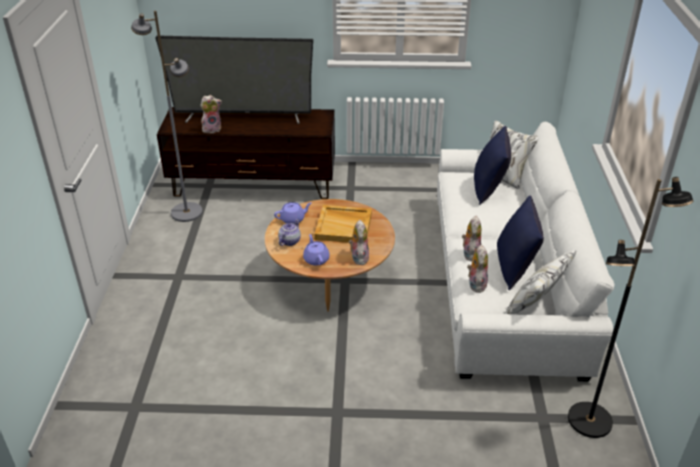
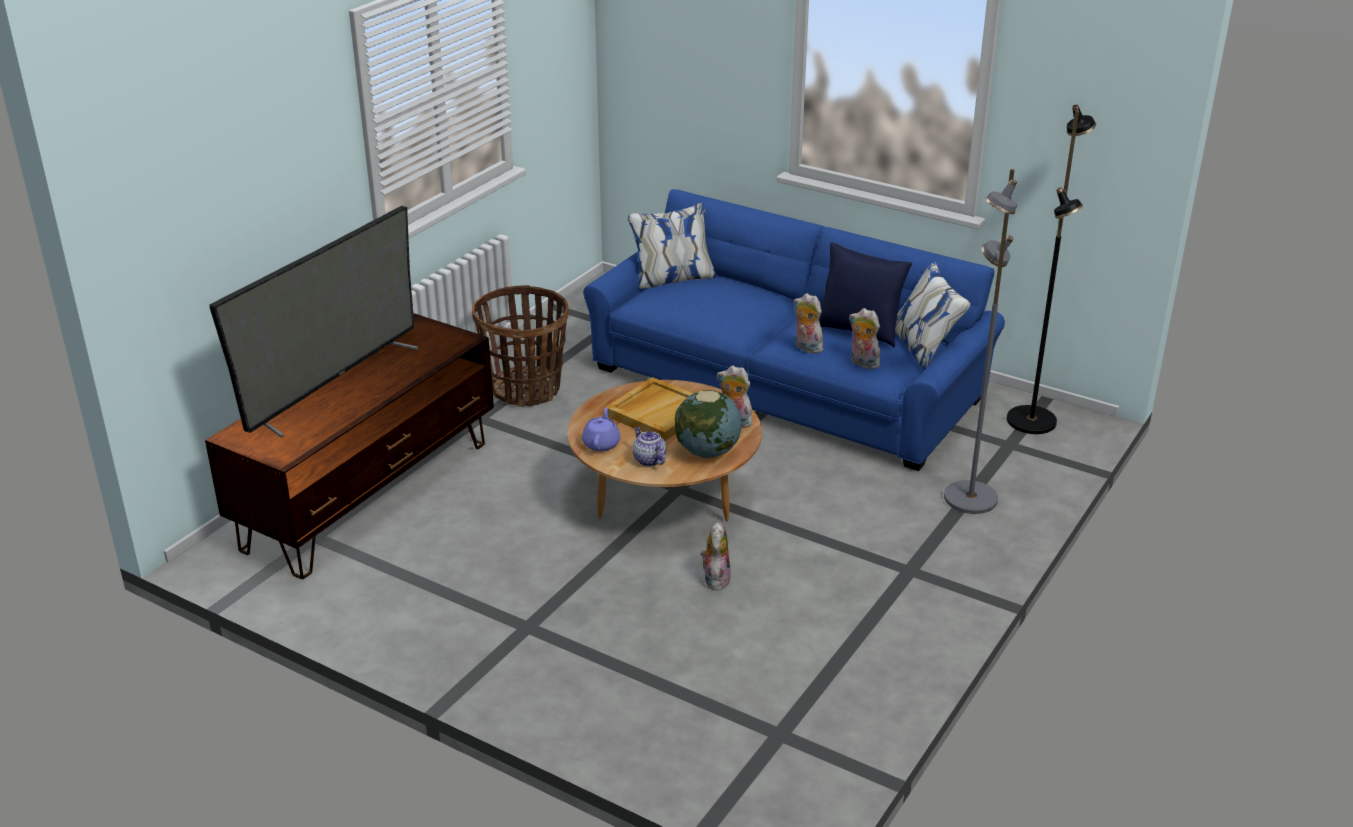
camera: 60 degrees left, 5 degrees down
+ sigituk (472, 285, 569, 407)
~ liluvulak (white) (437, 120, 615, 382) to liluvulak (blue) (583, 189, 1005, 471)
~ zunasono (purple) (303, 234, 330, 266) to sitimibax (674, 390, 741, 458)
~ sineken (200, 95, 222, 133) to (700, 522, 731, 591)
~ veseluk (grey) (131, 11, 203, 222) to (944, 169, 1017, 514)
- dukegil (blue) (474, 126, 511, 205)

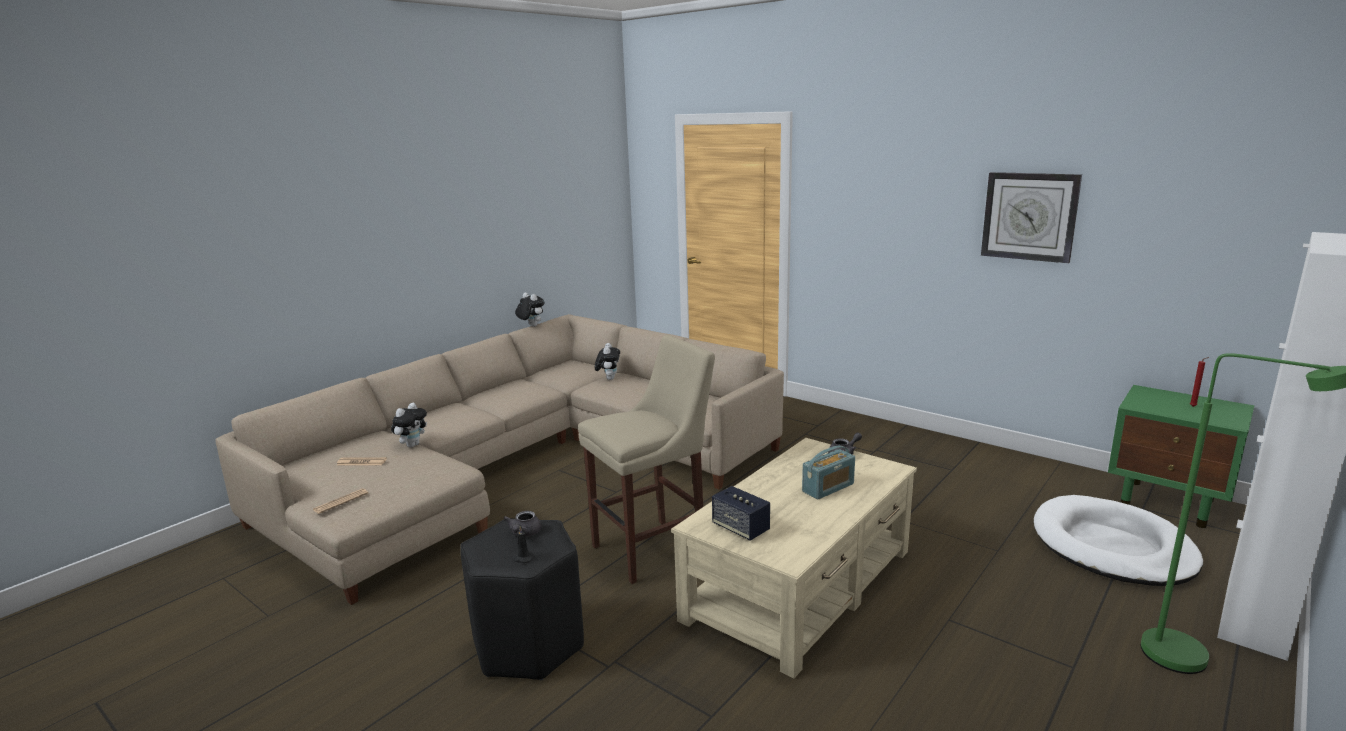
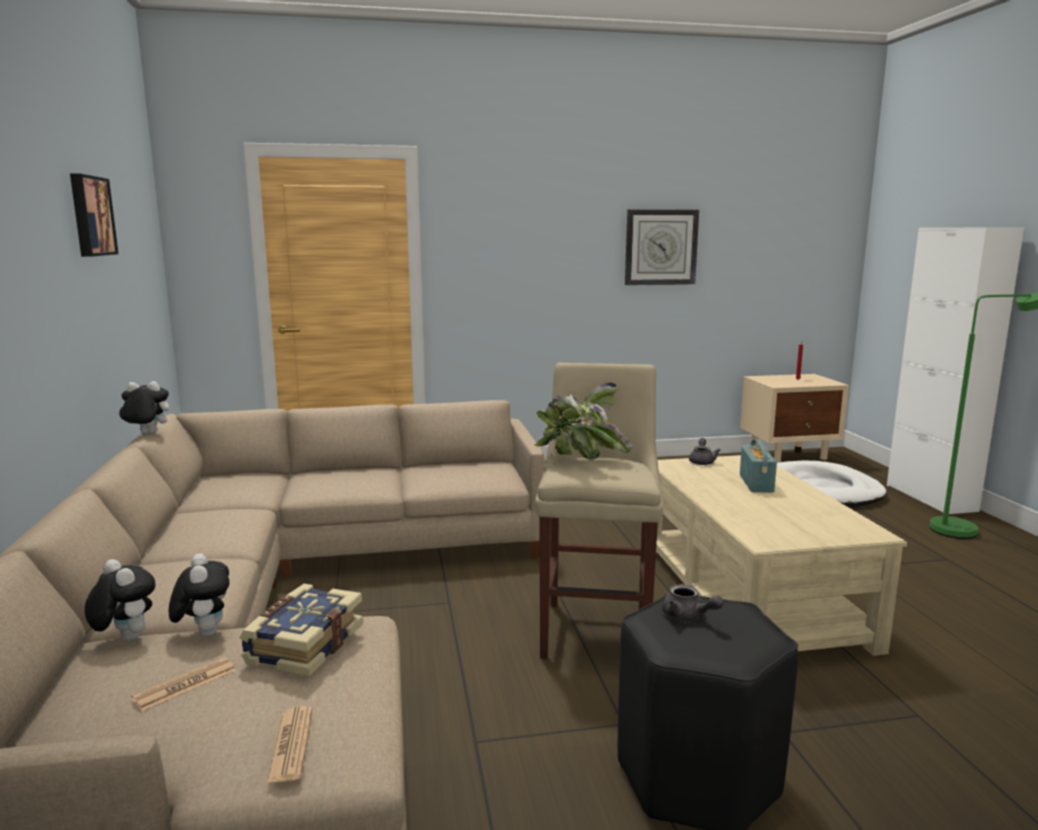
camera: 50 degrees left, 5 degrees down
+ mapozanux (70, 173, 119, 257)
~ sineken (595, 343, 620, 380) to (85, 559, 155, 641)
+ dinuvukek (240, 584, 363, 677)
+ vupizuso (535, 382, 632, 459)
~ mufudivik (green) (1108, 385, 1254, 528) to mufudivik (beige) (740, 374, 849, 463)
- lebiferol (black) (512, 526, 535, 563)
- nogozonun (712, 486, 770, 541)

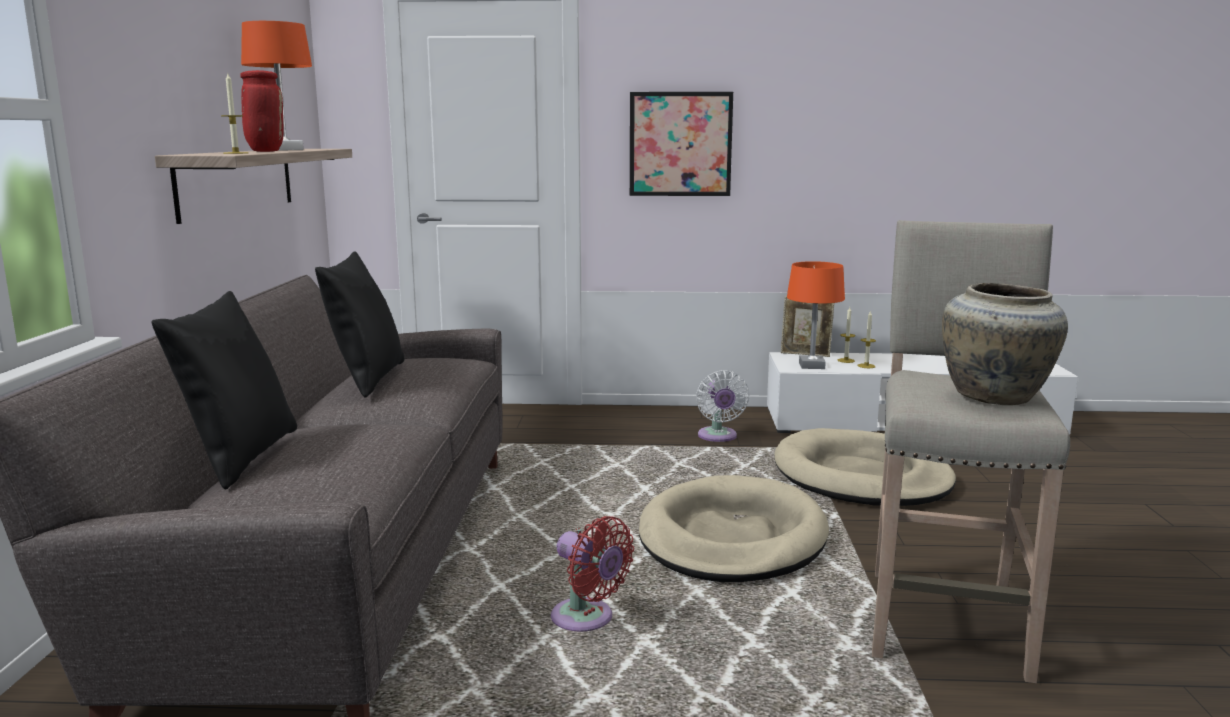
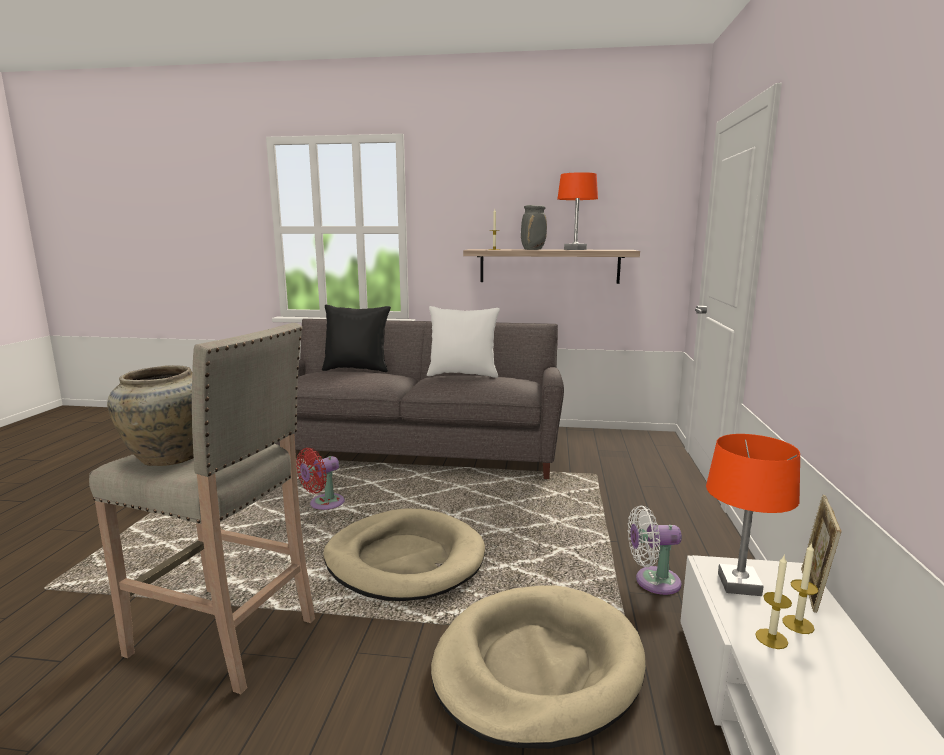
camera: 95 degrees right, 0 degrees up
~ dukegil (black) (315, 251, 404, 398) to dukegil (white) (427, 306, 500, 378)
~ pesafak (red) (240, 70, 283, 152) to pesafak (grey) (521, 205, 547, 250)
- mapozanux (630, 92, 733, 196)

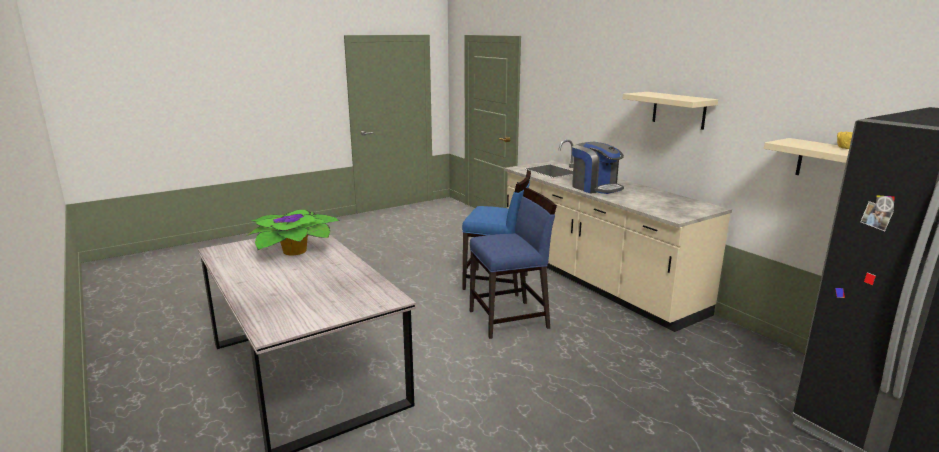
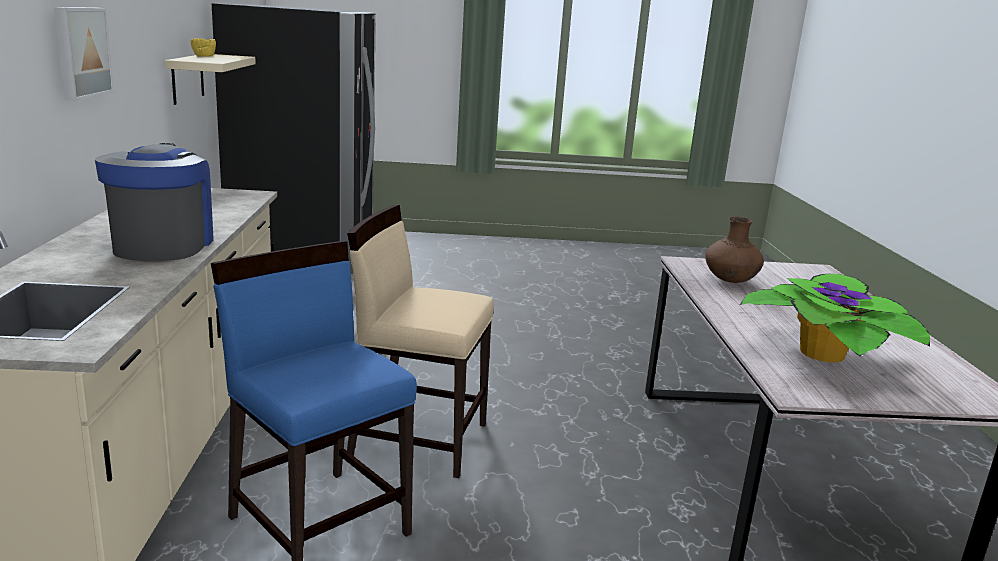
camera: 150 degrees left, 0 degrees up
~ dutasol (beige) (623, 92, 718, 130) to mapozanux (54, 7, 114, 101)
~ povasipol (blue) (470, 188, 557, 339) to povasipol (beige) (347, 205, 494, 478)
+ pesafak (brown) (705, 216, 764, 283)

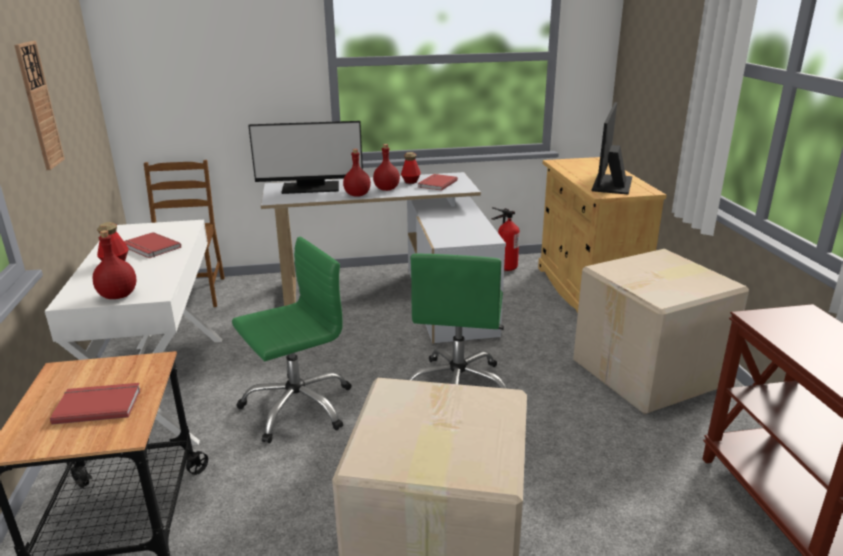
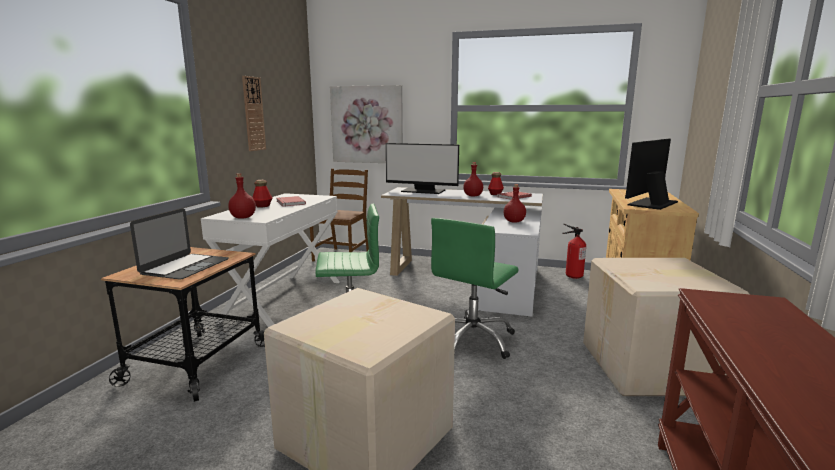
camera: 25 degrees right, 10 degrees down
~ dinuvukek (red) (50, 383, 141, 424) to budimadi (130, 209, 229, 280)
+ mapozanux (330, 85, 403, 163)
~ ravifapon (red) (343, 149, 371, 197) to (504, 184, 526, 223)

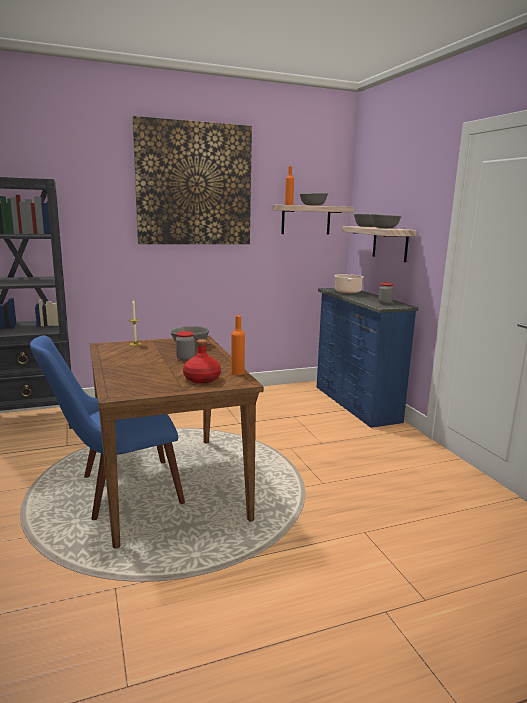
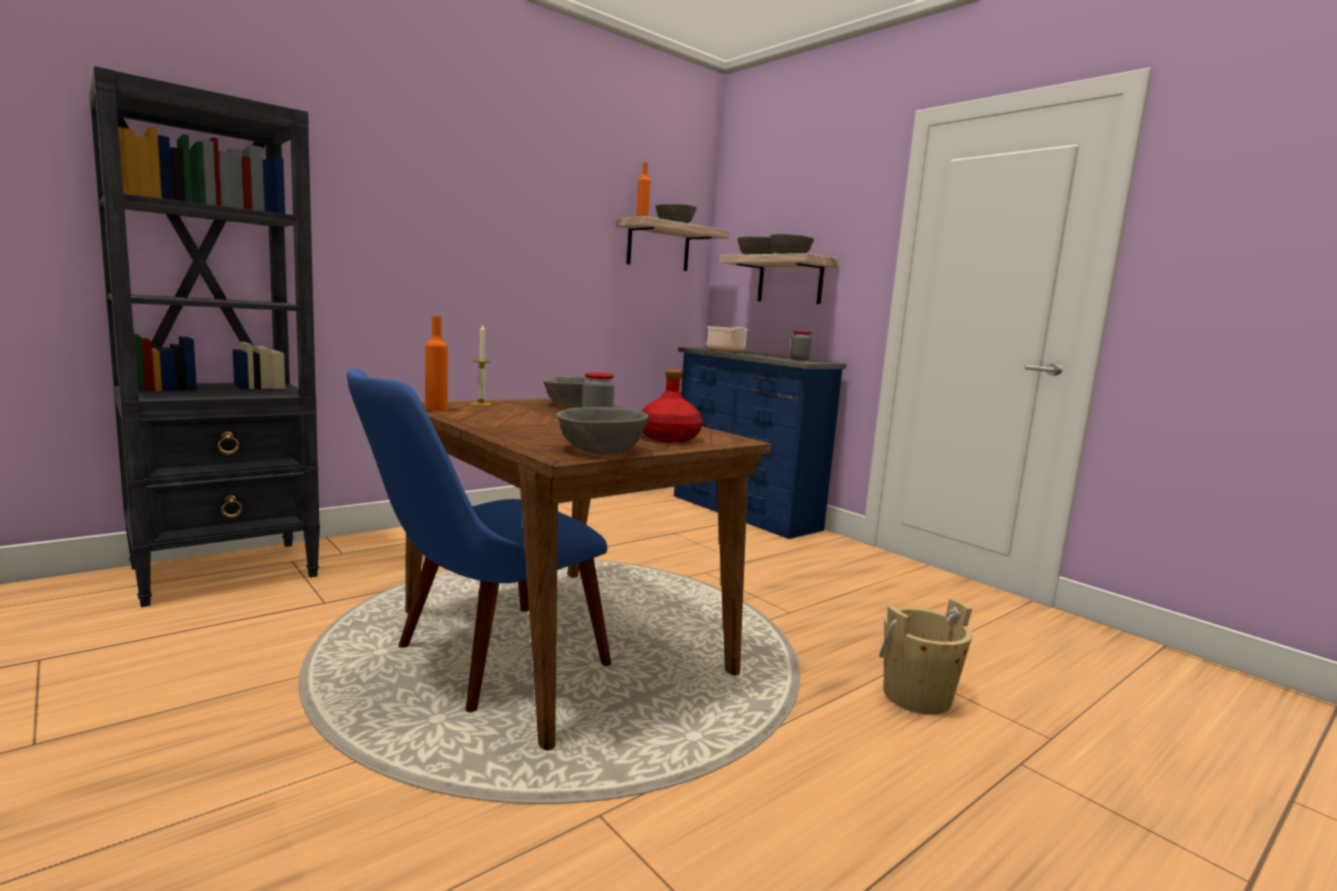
camera: 20 degrees left, 5 degrees down
~ ravifapon (orange) (231, 315, 245, 375) to (425, 316, 448, 411)
+ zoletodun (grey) (557, 407, 648, 454)
+ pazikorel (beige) (879, 598, 973, 715)
- mapozanux (133, 116, 252, 244)

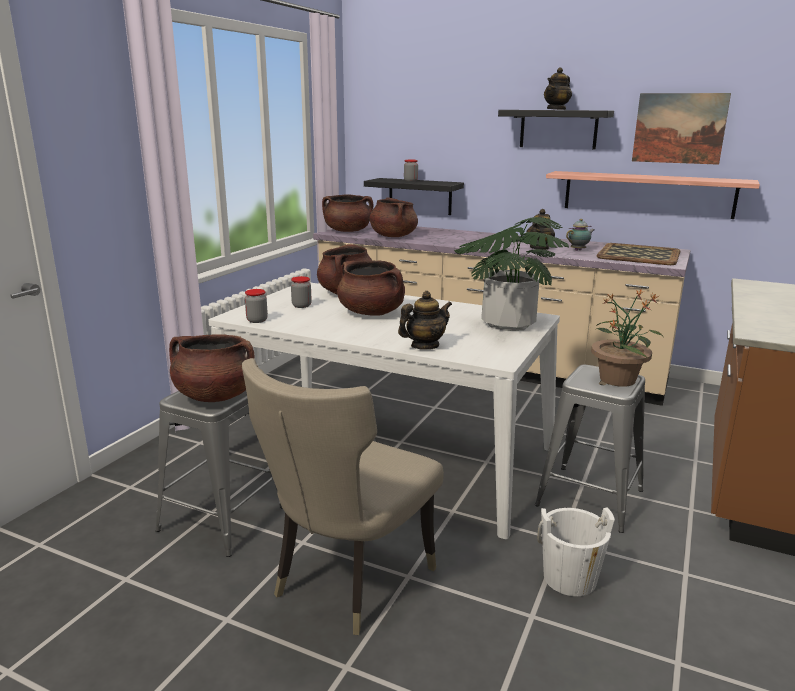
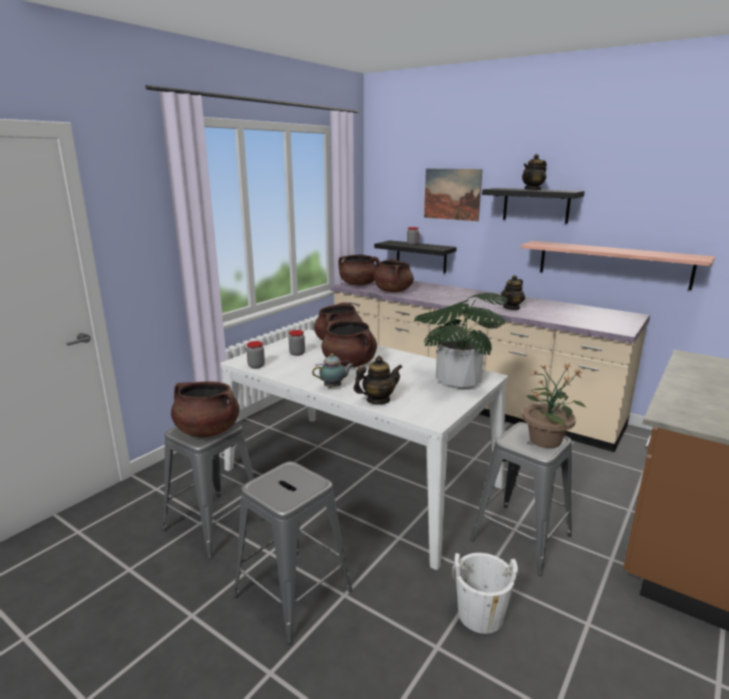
camera: 10 degrees right, 0 degrees up
~ povasipol (beige) (242, 358, 444, 635) to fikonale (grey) (234, 461, 353, 644)
~ zunasono (566, 219, 594, 251) to (312, 353, 354, 388)
~ mapozanux (632, 93, 731, 165) to (424, 169, 482, 221)
- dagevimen (596, 243, 681, 265)

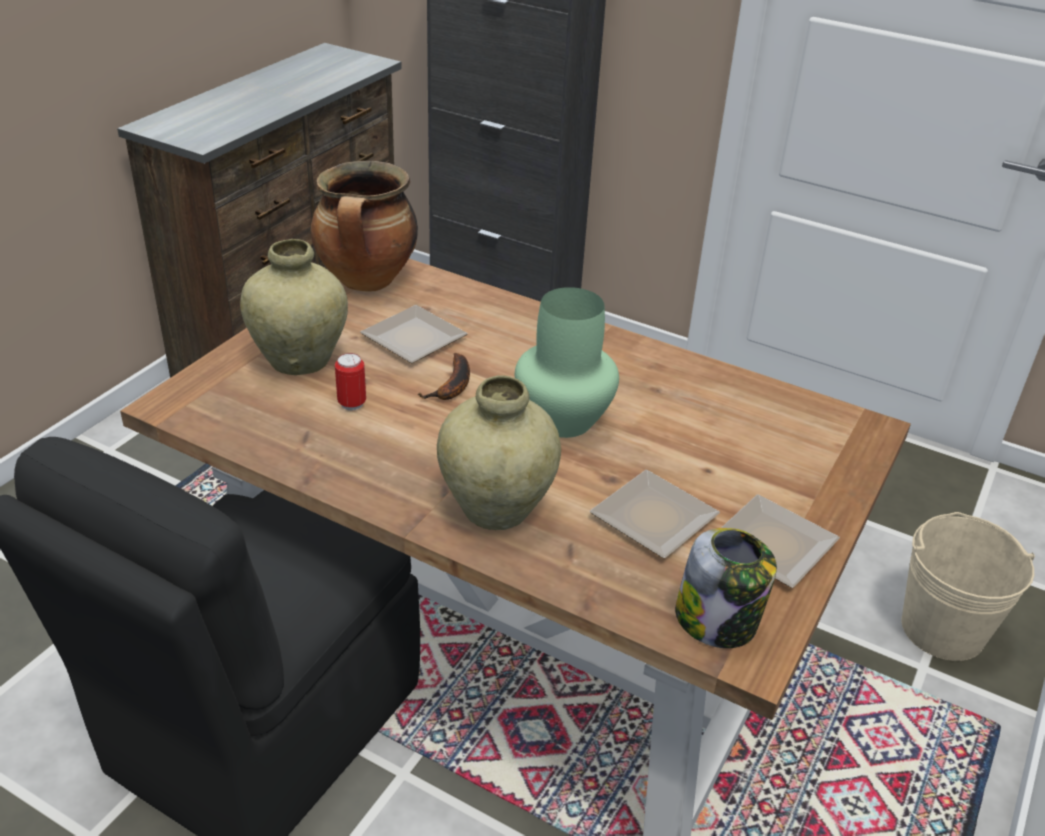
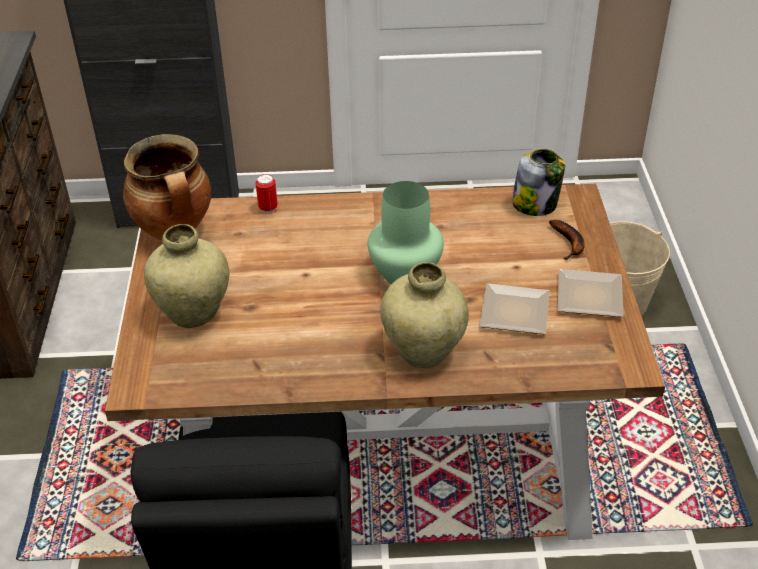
camera: 30 degrees left, 5 degrees up
~ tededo (335, 353, 366, 411) to (256, 174, 278, 213)
~ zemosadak (675, 528, 777, 648) to (512, 149, 565, 216)
~ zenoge (418, 353, 470, 400) to (549, 220, 584, 260)
- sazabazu (360, 305, 468, 363)

